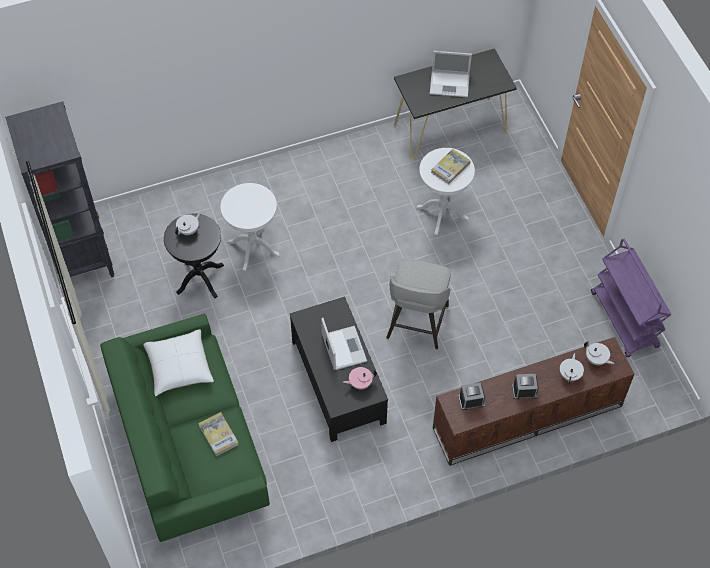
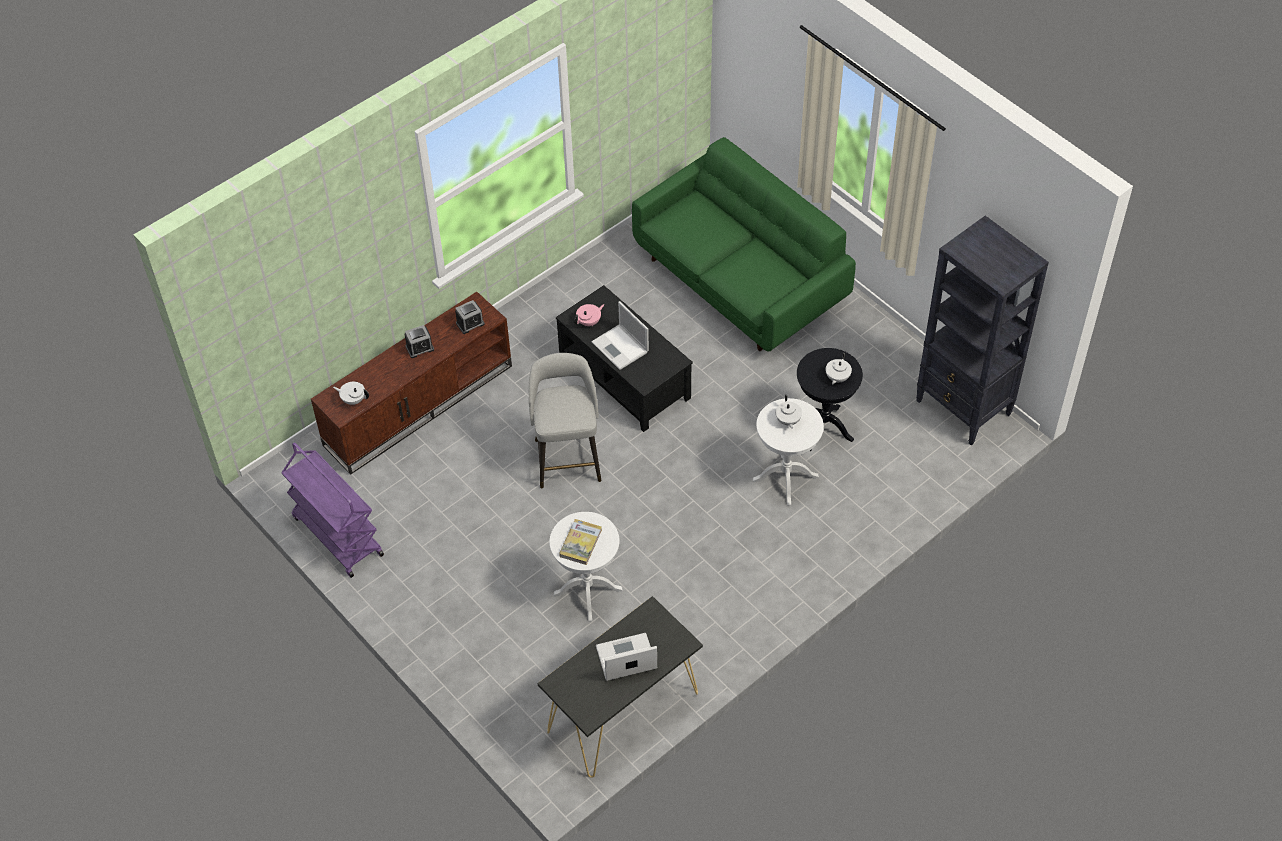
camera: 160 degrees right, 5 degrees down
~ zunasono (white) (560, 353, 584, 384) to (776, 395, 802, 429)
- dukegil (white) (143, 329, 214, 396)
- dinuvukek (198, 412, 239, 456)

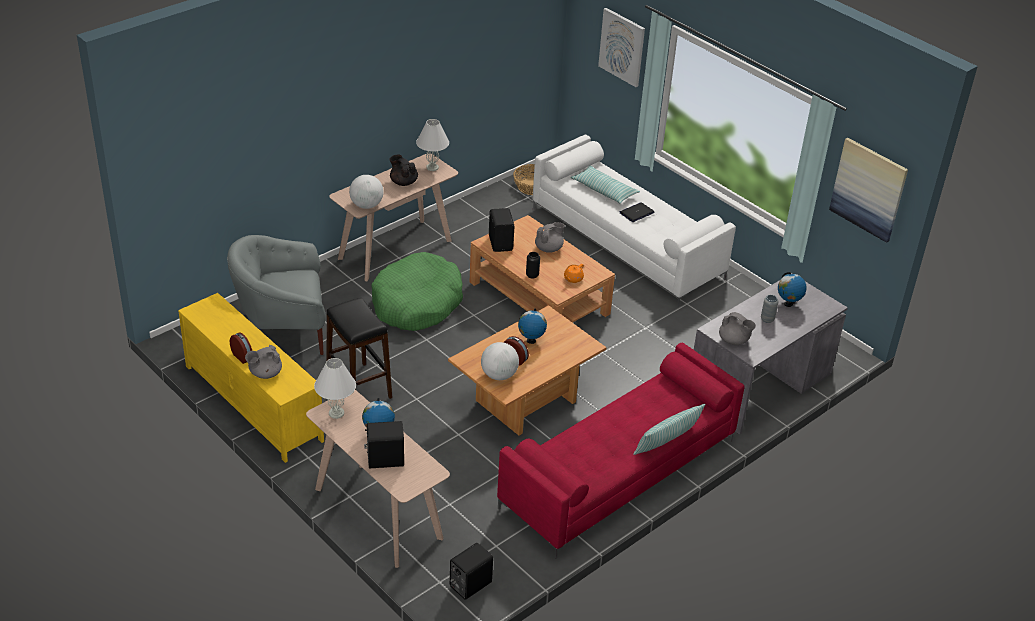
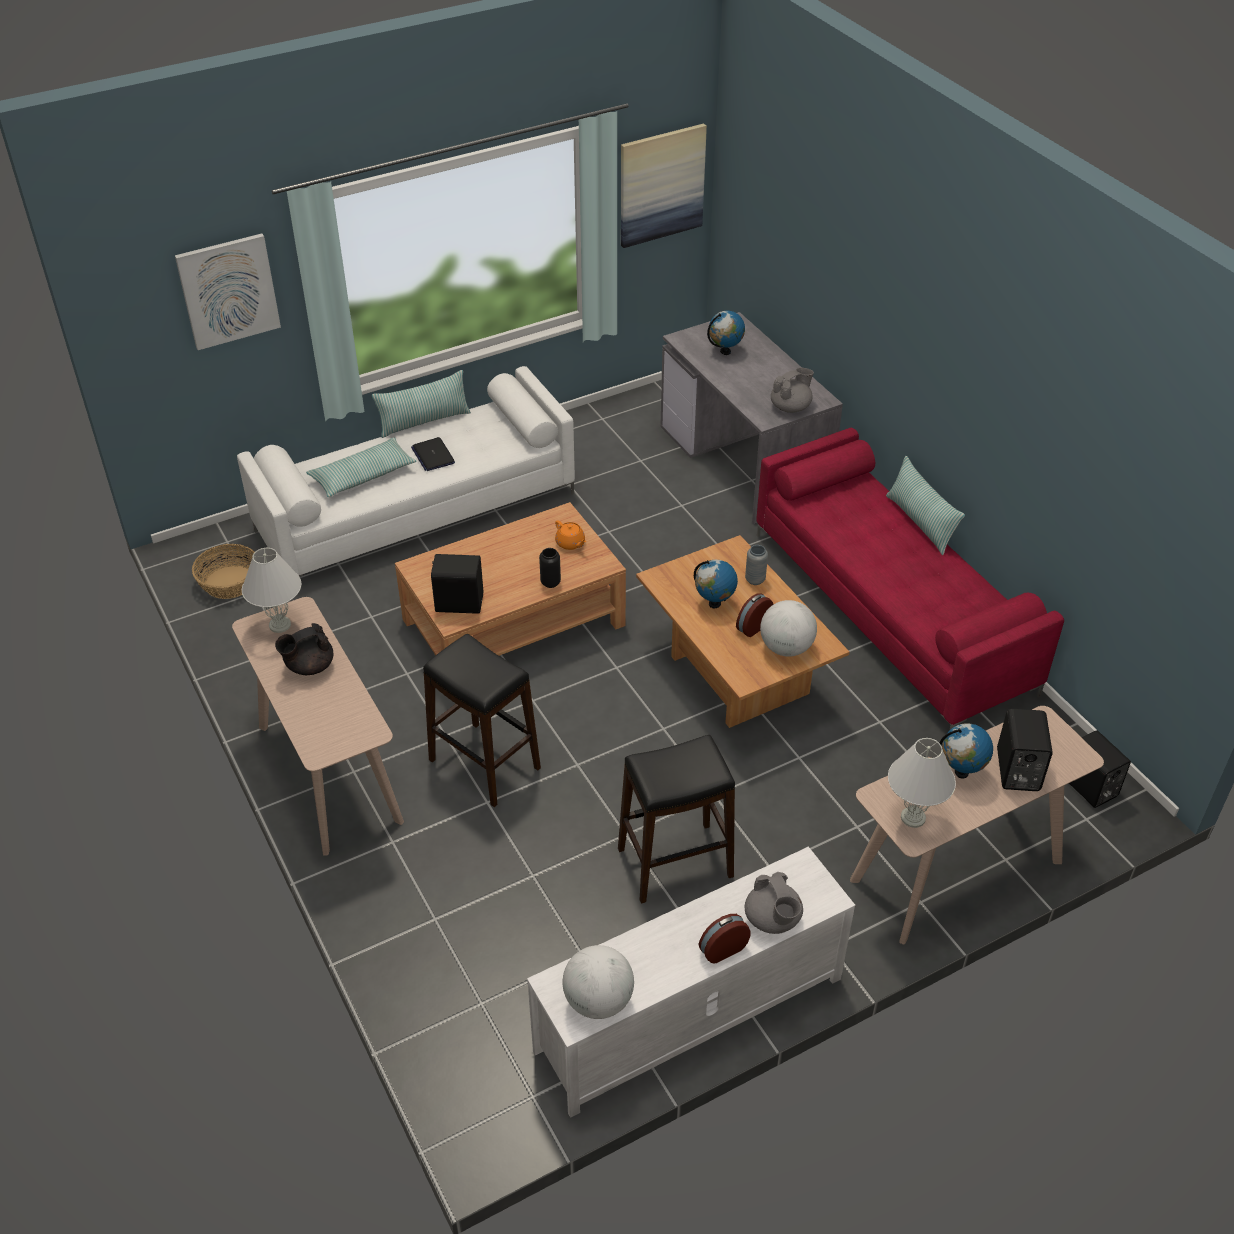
camera: 75 degrees left, 5 degrees up
+ dukegil (372, 370, 471, 438)
~ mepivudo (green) (371, 252, 463, 331) to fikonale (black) (423, 634, 541, 807)
~ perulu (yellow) (178, 293, 324, 463) to perulu (white) (527, 847, 855, 1118)
~ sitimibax (349, 175, 384, 209) to (563, 945, 634, 1019)
~ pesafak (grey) (761, 295, 778, 323) to (745, 545, 768, 585)
- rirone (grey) (227, 235, 326, 355)
- zunasono (grey) (535, 222, 565, 253)

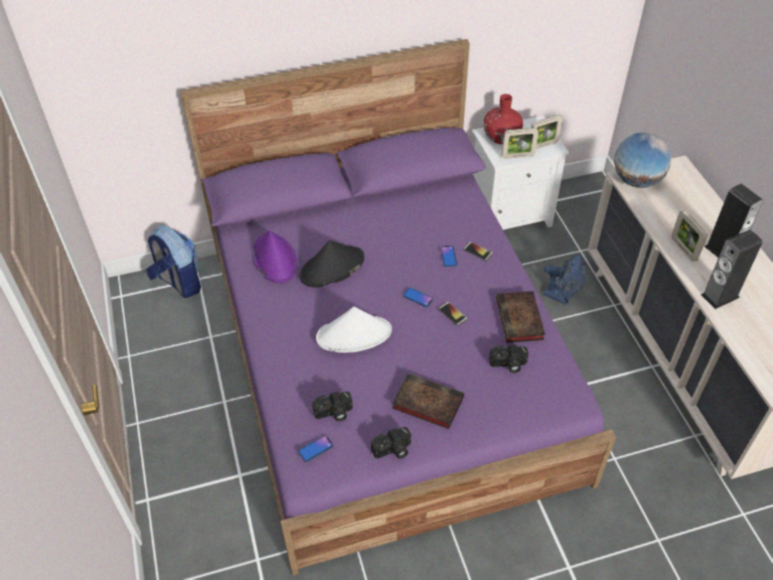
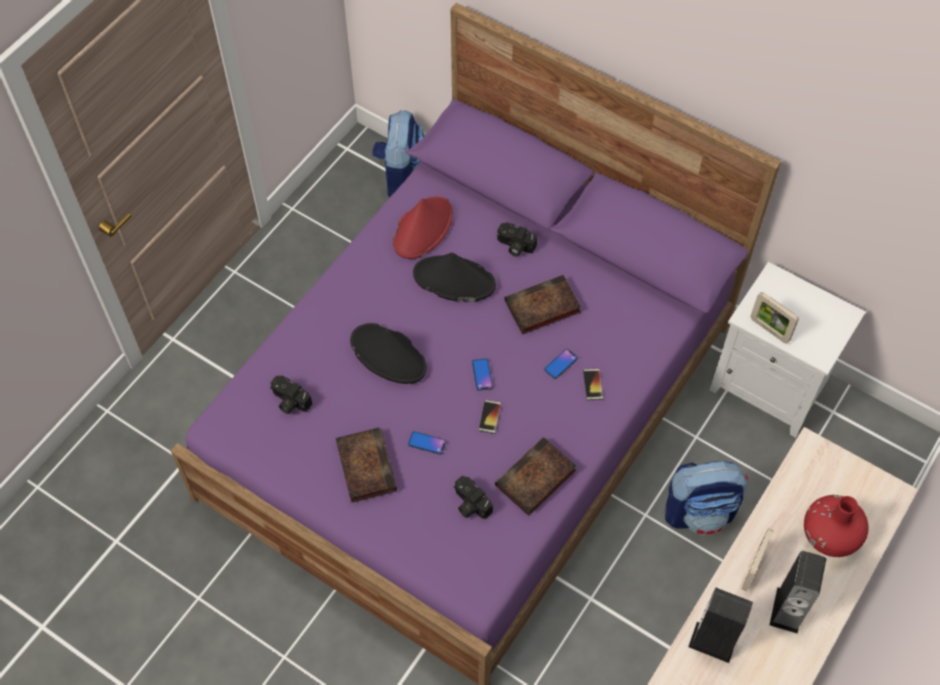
camera: 50 degrees right, 10 degrees up
~ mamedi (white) (316, 307, 392, 353) to mamedi (black) (350, 323, 427, 384)
~ mamedi (purple) (254, 230, 297, 283) to mamedi (red) (393, 196, 453, 259)
~ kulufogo (298, 435, 333, 462) to (408, 431, 446, 455)
~ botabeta (371, 427, 411, 459) to (497, 222, 537, 257)
+ dinuvukek (505, 275, 581, 335)
~ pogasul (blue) (543, 254, 586, 305) to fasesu (665, 461, 748, 535)
~ pesafak (red) (483, 94, 523, 144) to (804, 495, 869, 557)
- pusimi (531, 115, 563, 149)
- sitimibax (614, 132, 671, 188)

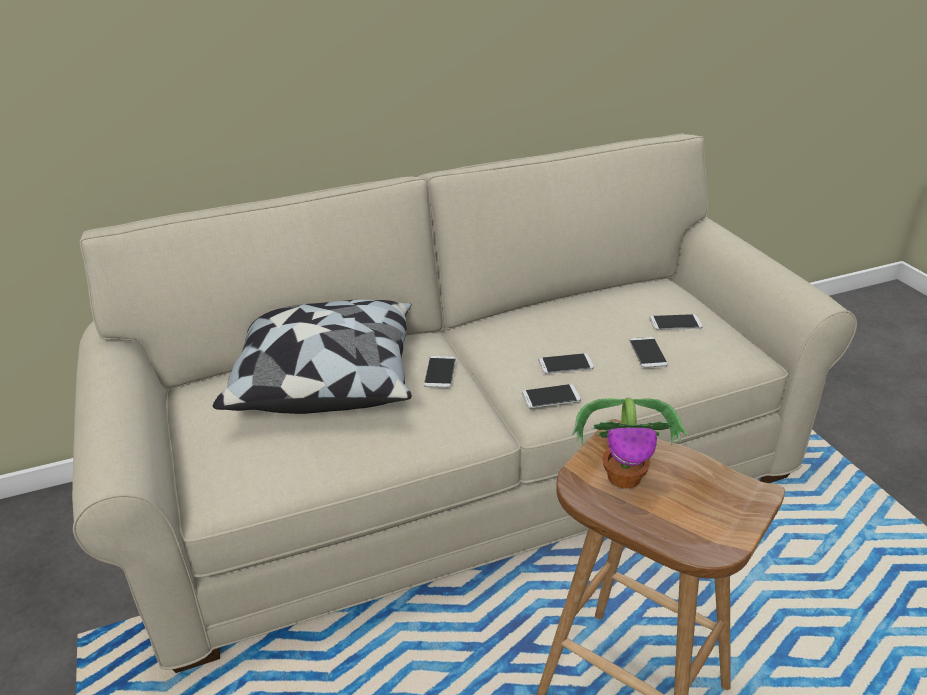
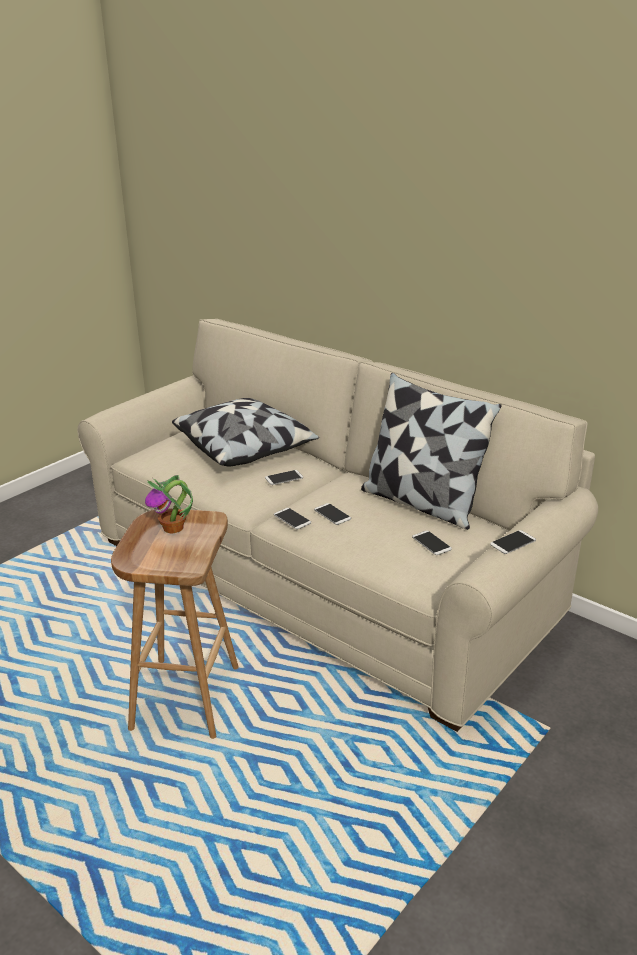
camera: 60 degrees right, 5 degrees down
+ dukegil (361, 373, 502, 530)
~ kulufogo (629, 337, 668, 368) to (490, 530, 536, 554)

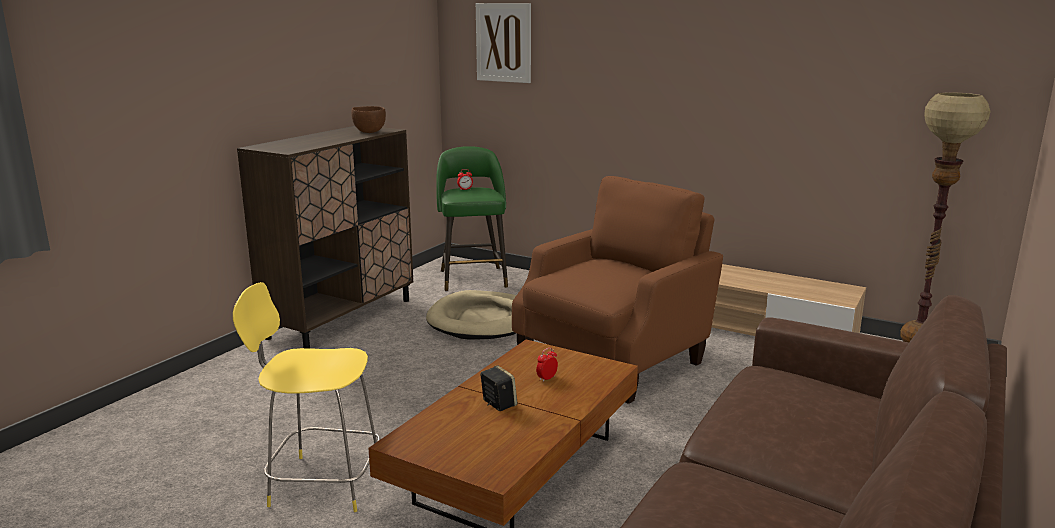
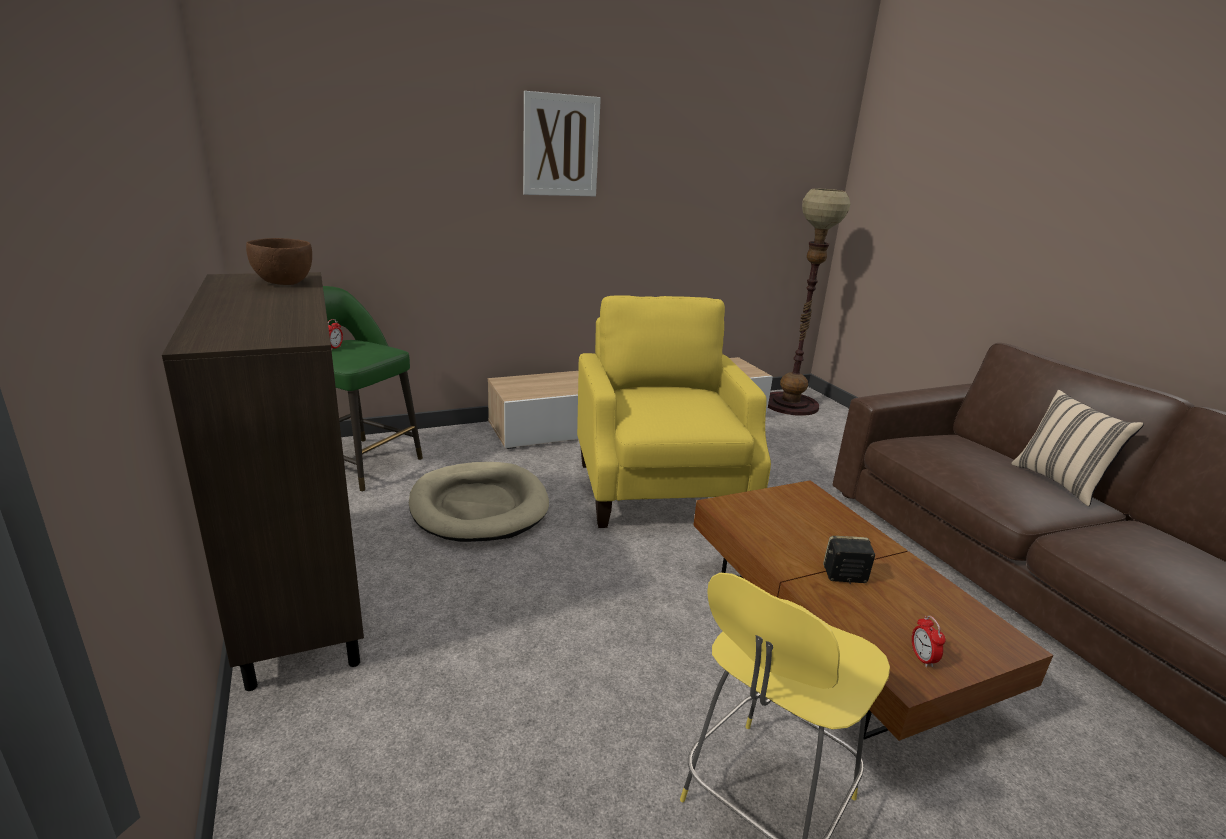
camera: 55 degrees left, 5 degrees up
~ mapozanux (476, 3, 531, 83) to (523, 91, 601, 196)
~ rirone (brown) (512, 176, 723, 404) to rirone (yellow) (577, 295, 771, 528)
~ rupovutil (536, 348, 558, 382) to (912, 616, 946, 667)
+ dukegil (beige) (1011, 390, 1144, 506)

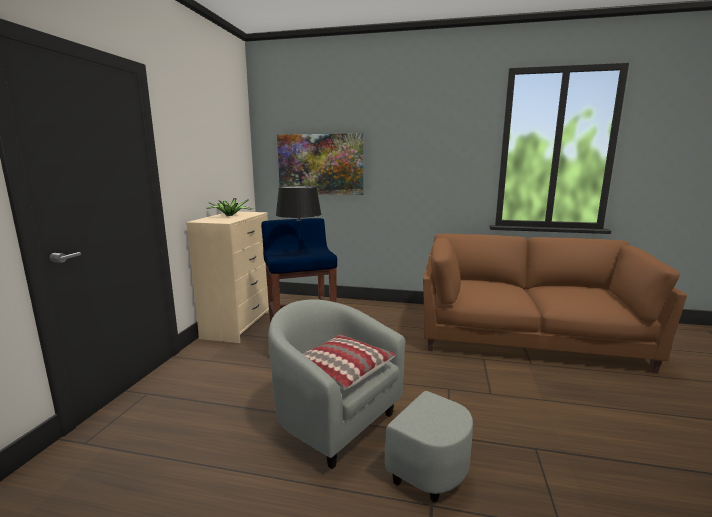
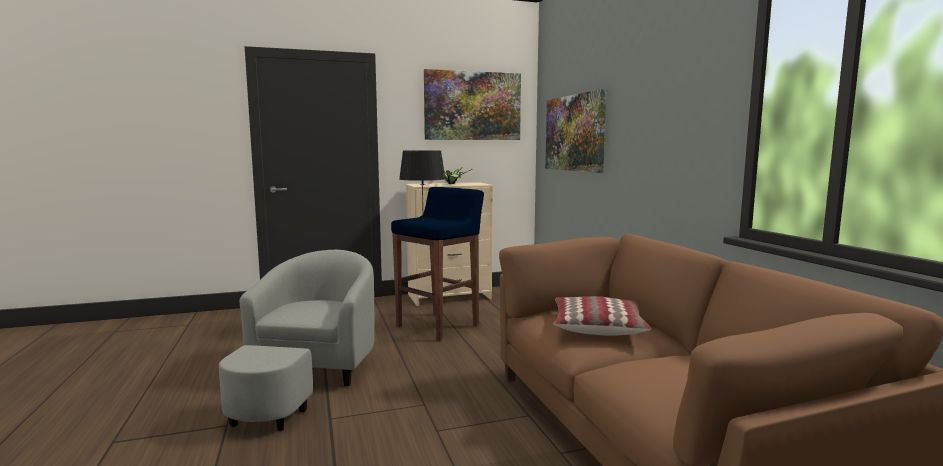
camera: 60 degrees right, 5 degrees down
+ mapozanux (424, 69, 521, 140)
~ dukegil (302, 334, 396, 390) to (553, 296, 651, 336)

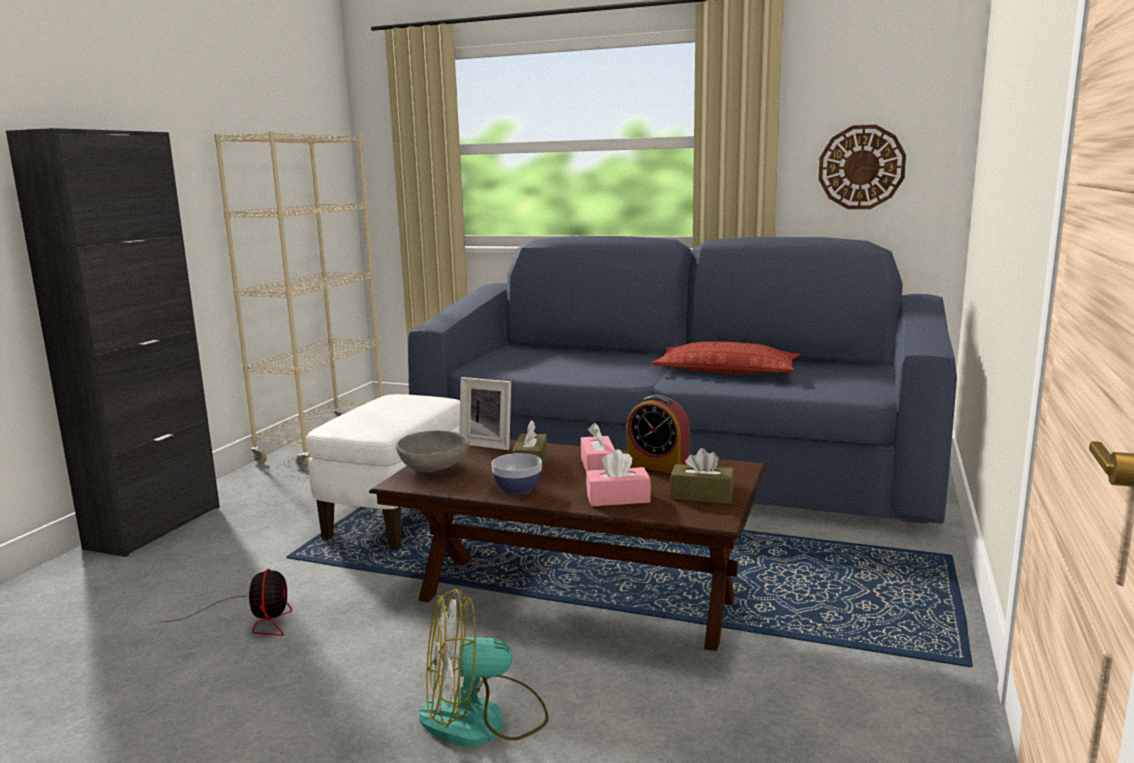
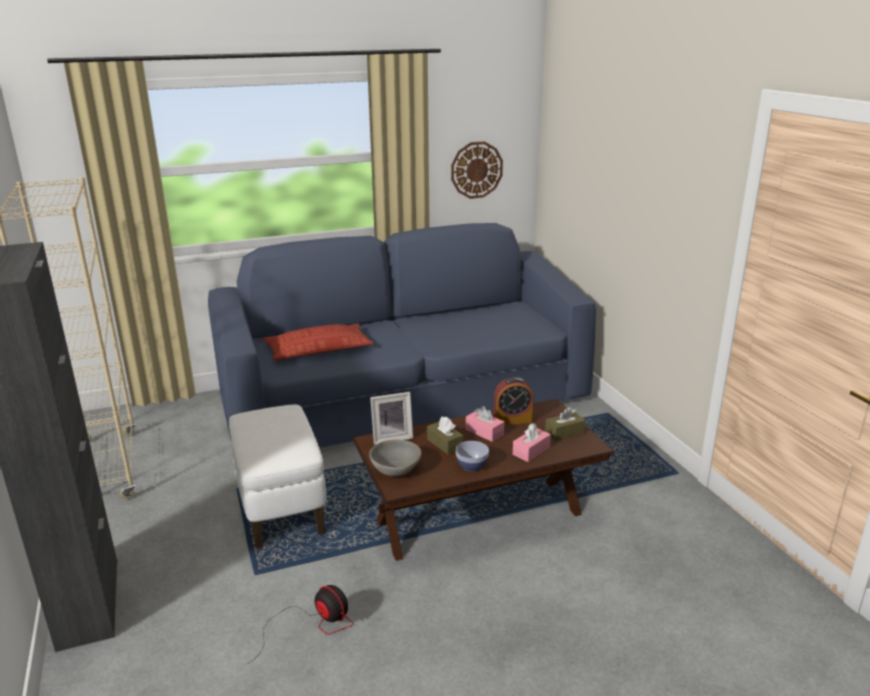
camera: 40 degrees left, 10 degrees up
~ dukegil (651, 341, 800, 374) to (262, 323, 373, 360)
- pogasul (419, 589, 549, 747)

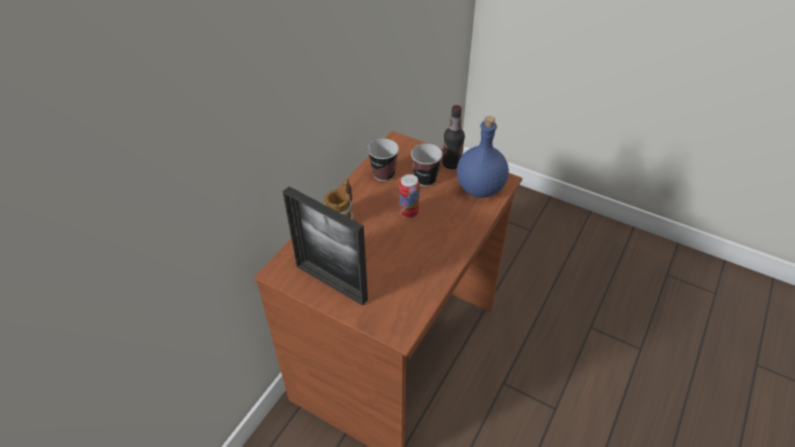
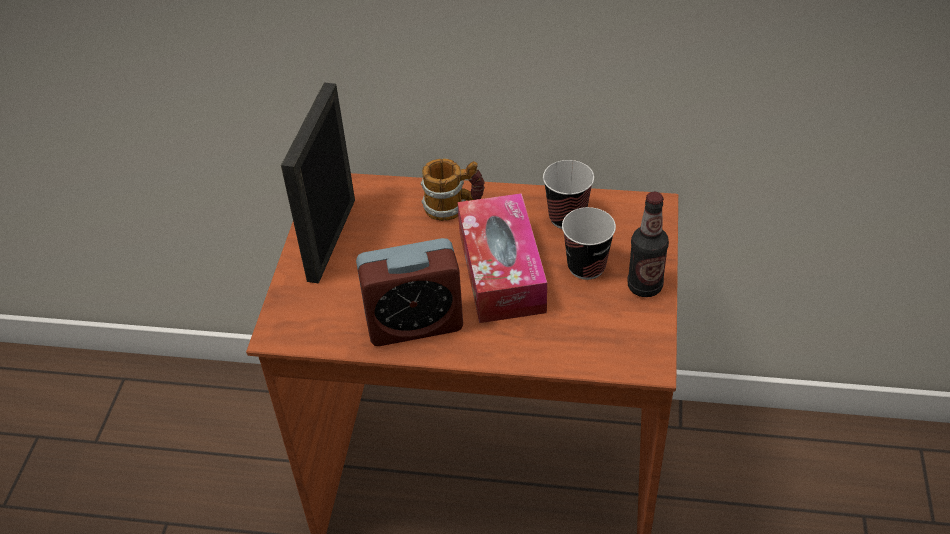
camera: 70 degrees right, 0 degrees up
+ rupovutil (356, 238, 463, 346)
~ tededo (399, 174, 420, 218) to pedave (458, 193, 547, 323)
- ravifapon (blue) (457, 116, 509, 198)

